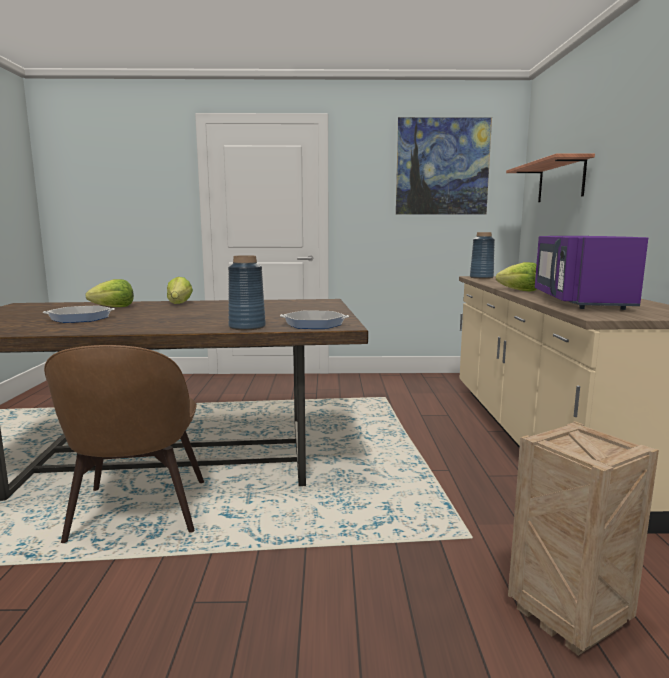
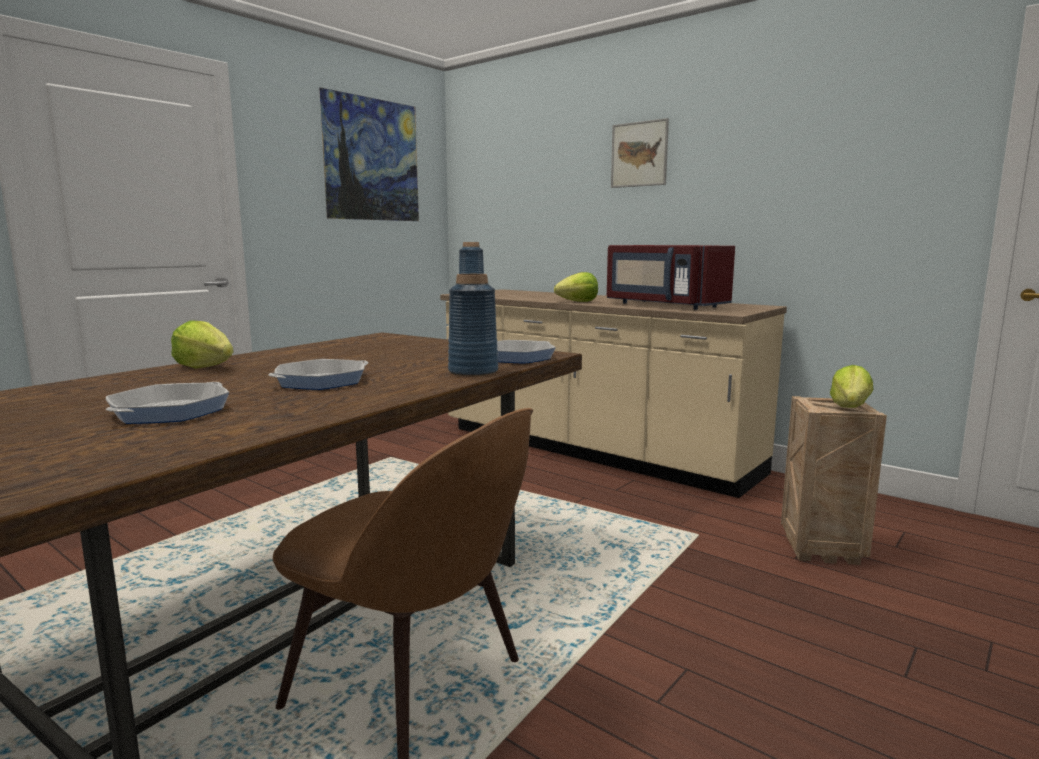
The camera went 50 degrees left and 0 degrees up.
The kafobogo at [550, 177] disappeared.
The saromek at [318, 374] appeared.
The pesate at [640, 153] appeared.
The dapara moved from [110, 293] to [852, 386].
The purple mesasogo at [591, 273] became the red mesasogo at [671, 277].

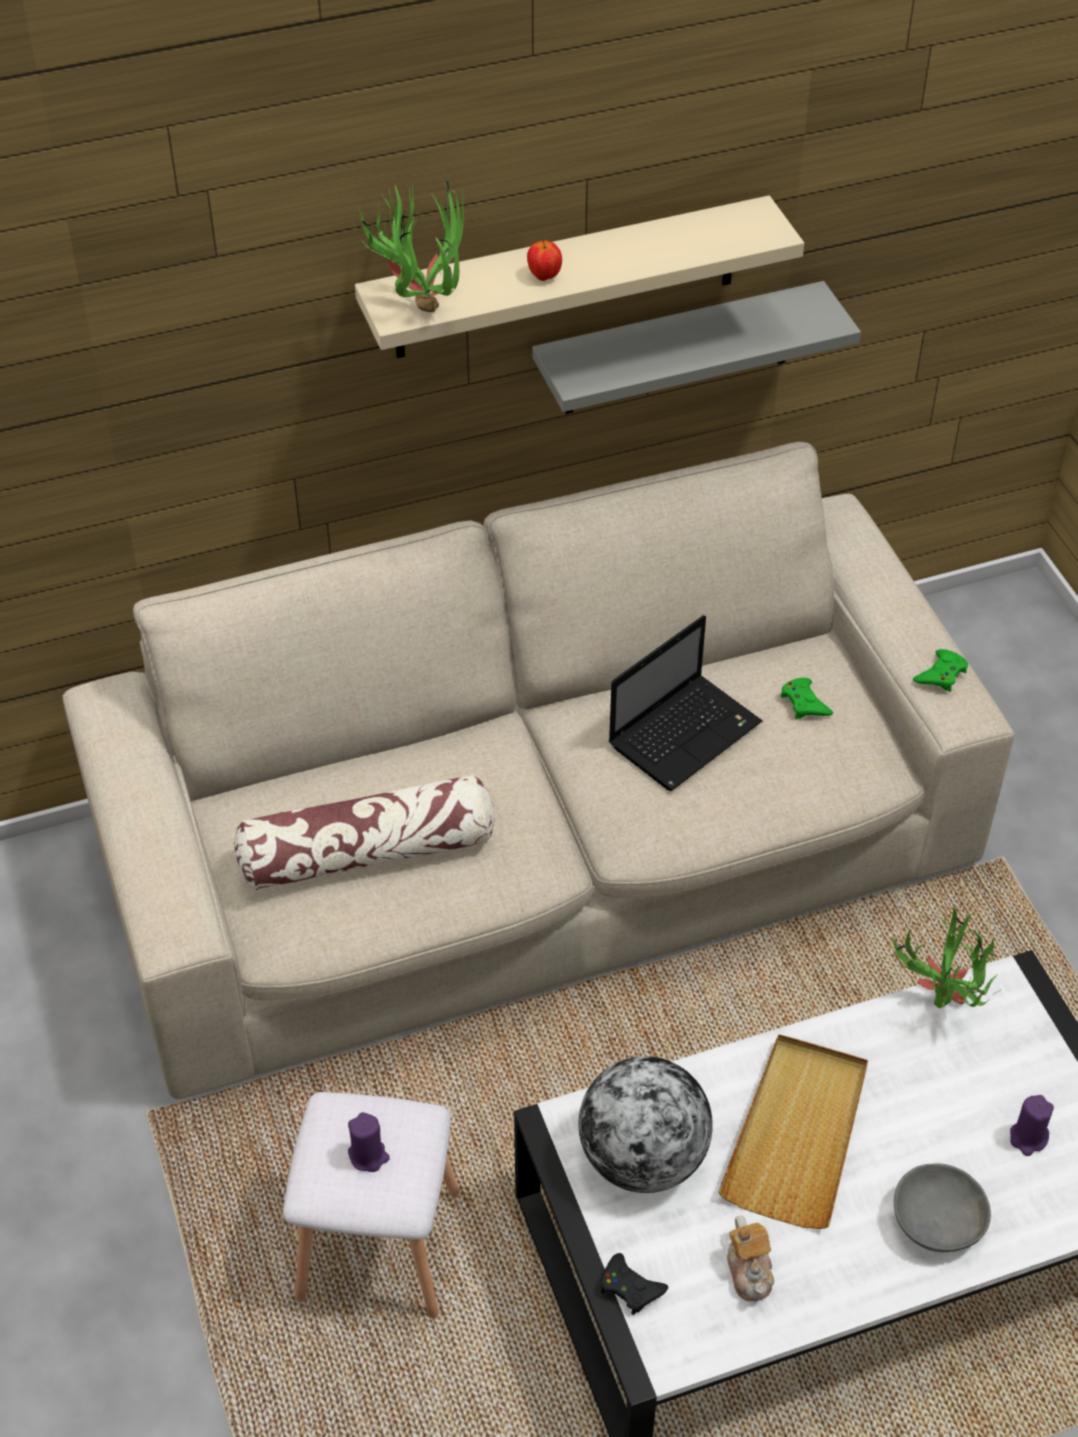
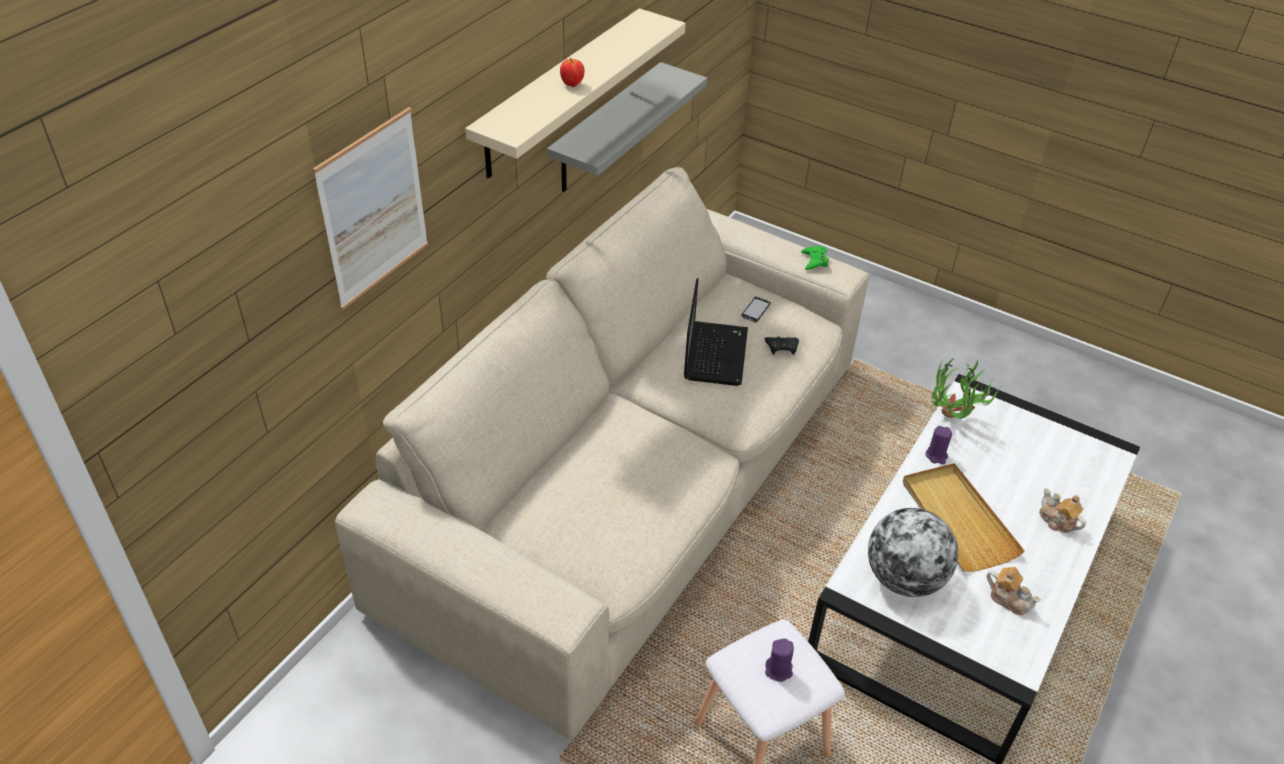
The camera went 40 degrees left and 5 degrees down.
The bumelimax at [364, 832] disappeared.
The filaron at [408, 246] disappeared.
The pesate at [370, 208] appeared.
The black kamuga moved from [634, 1284] to [782, 346].
The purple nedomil moved from [1032, 1125] to [939, 445].
The green kamuga at [807, 698] was replaced by the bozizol at [755, 309].
The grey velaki at [942, 1207] was replaced by the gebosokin at [1062, 510].

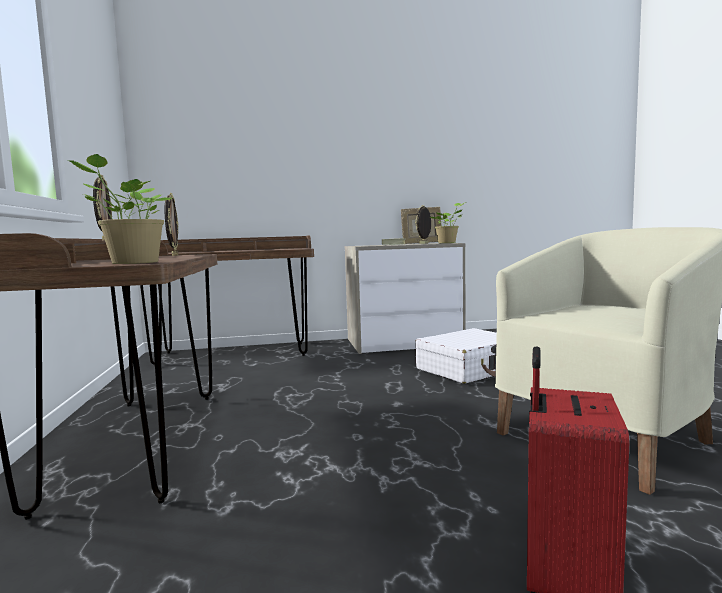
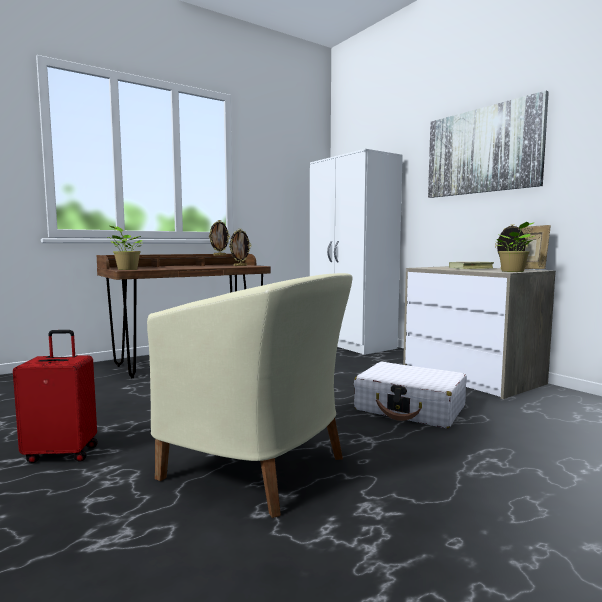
The camera went 65 degrees right and 0 degrees up.
The pesate at [488, 144] appeared.
The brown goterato at [227, 300] was replaced by the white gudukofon at [356, 252].

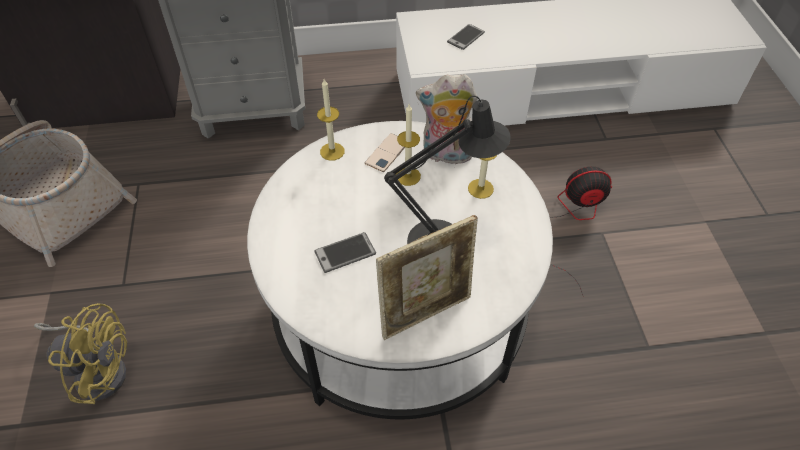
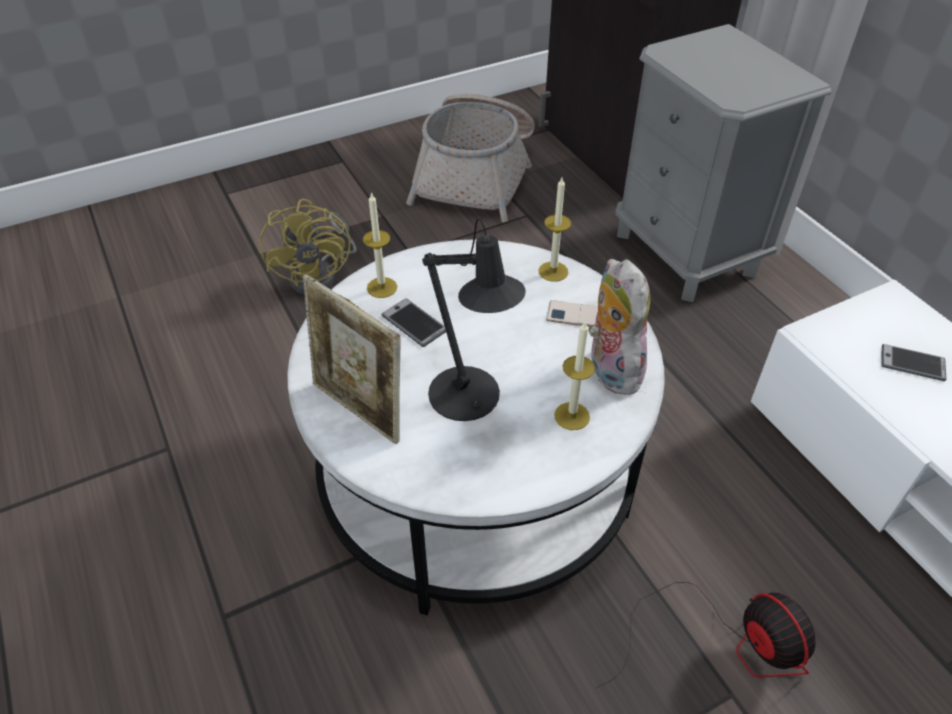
The camera went 70 degrees right and 5 degrees down.
The nedomil moved from [409, 145] to [380, 245].

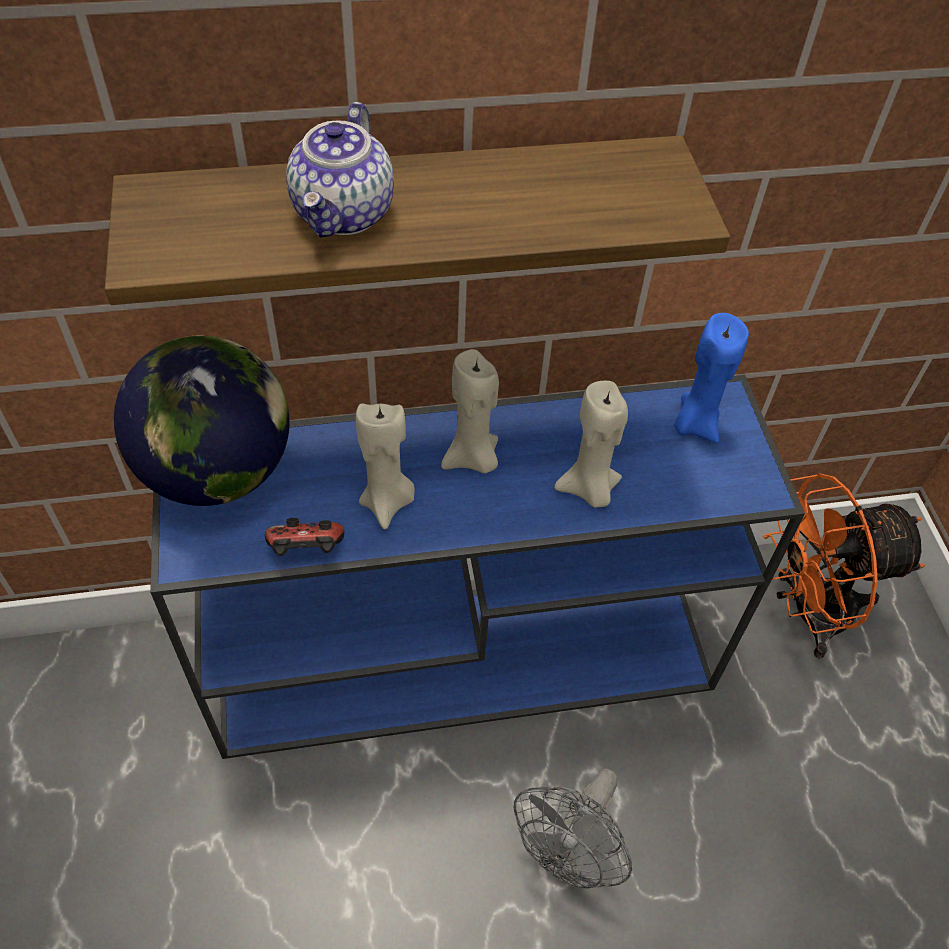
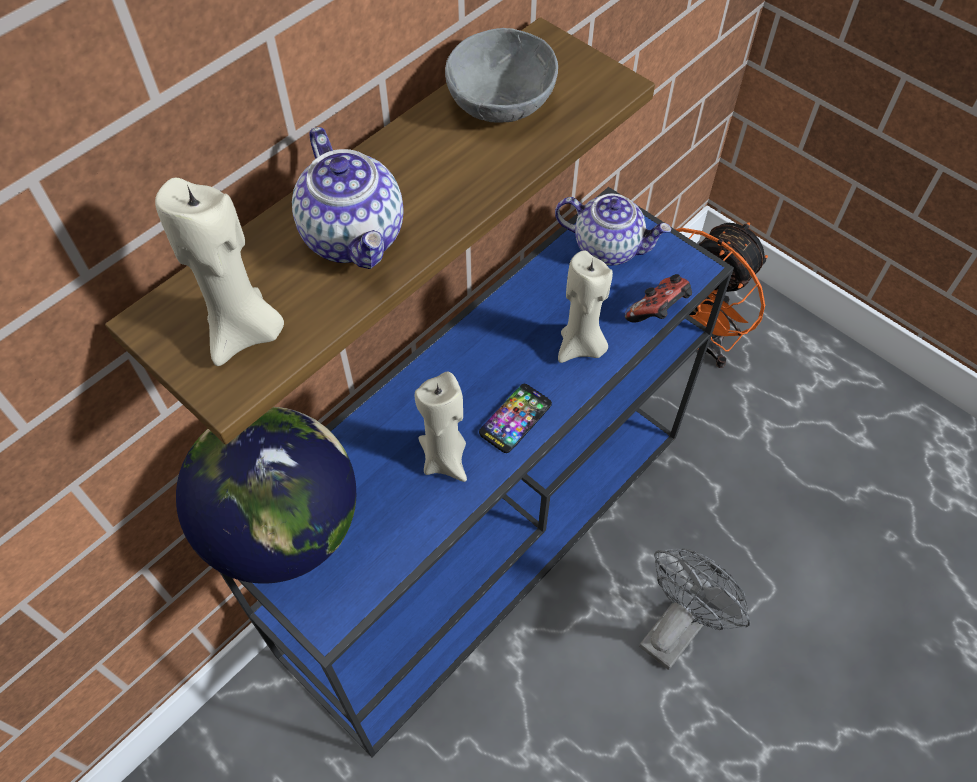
The camera went 35 degrees left and 5 degrees up.
The grey velaki at [501, 75] appeared.
The bozizol at [515, 418] appeared.
The kamuga moved from [304, 537] to [658, 298].
The beige nedomil moved from [470, 411] to [219, 272].
The blue nedomil at [711, 378] was replaced by the gebosokin at [613, 229].
The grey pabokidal at [573, 828] turned 135 degrees counterclockwise.

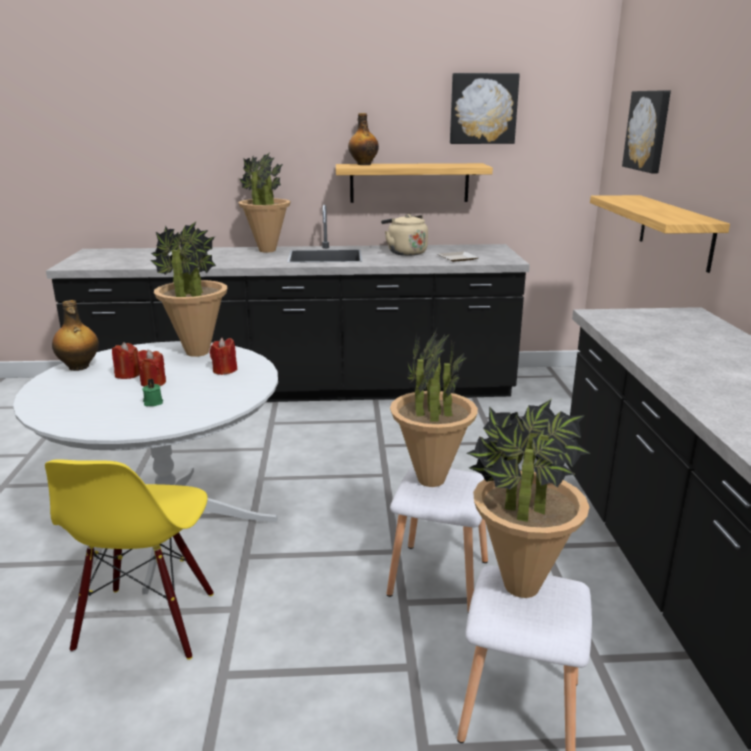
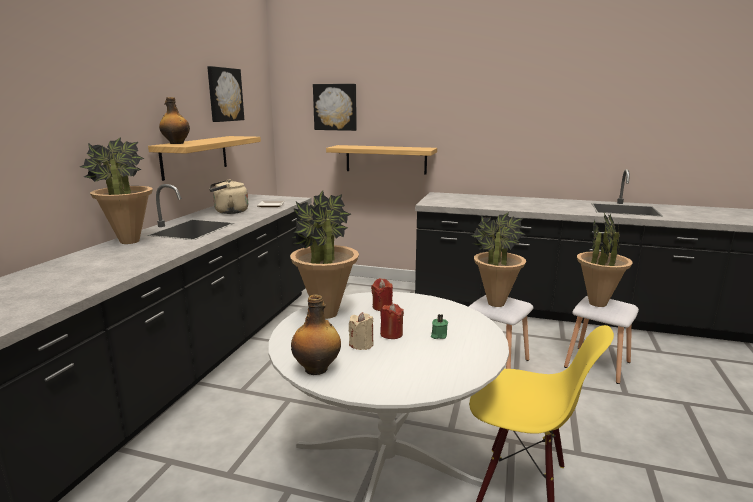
The camera went 70 degrees left and 5 degrees down.
The red nedomil at [126, 360] became the beige nedomil at [361, 331].

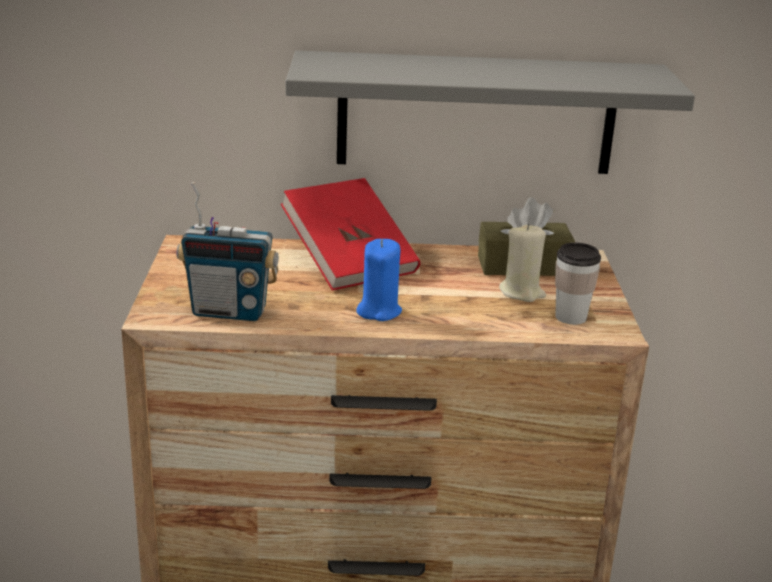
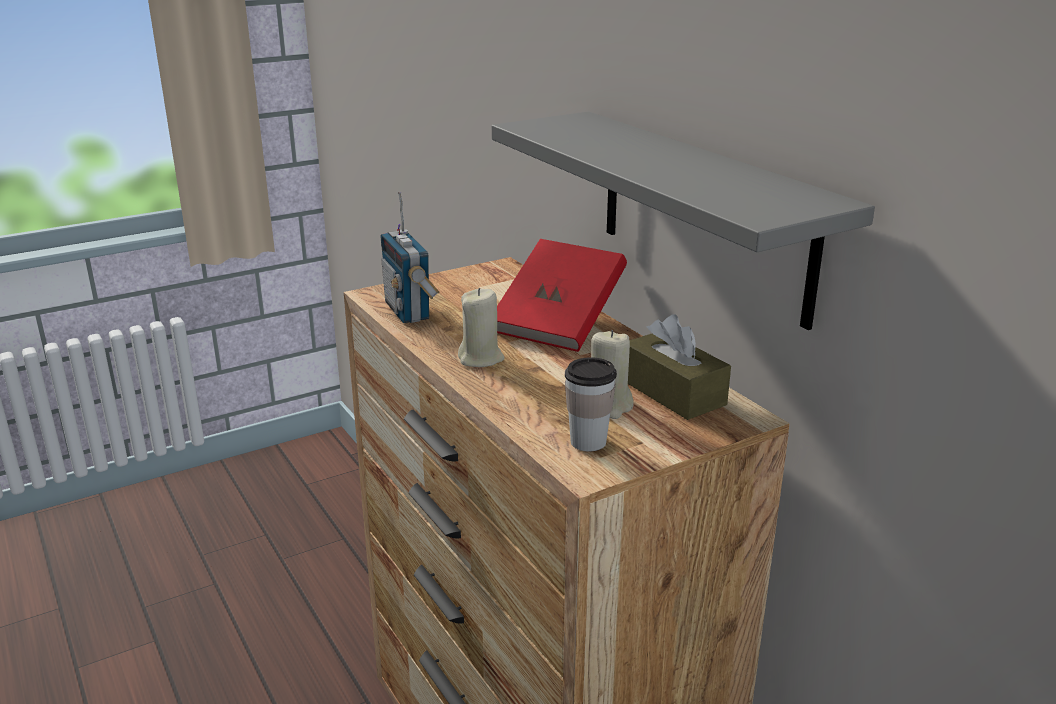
The camera went 60 degrees right and 0 degrees up.
The blue nedomil at [379, 280] became the beige nedomil at [481, 327].

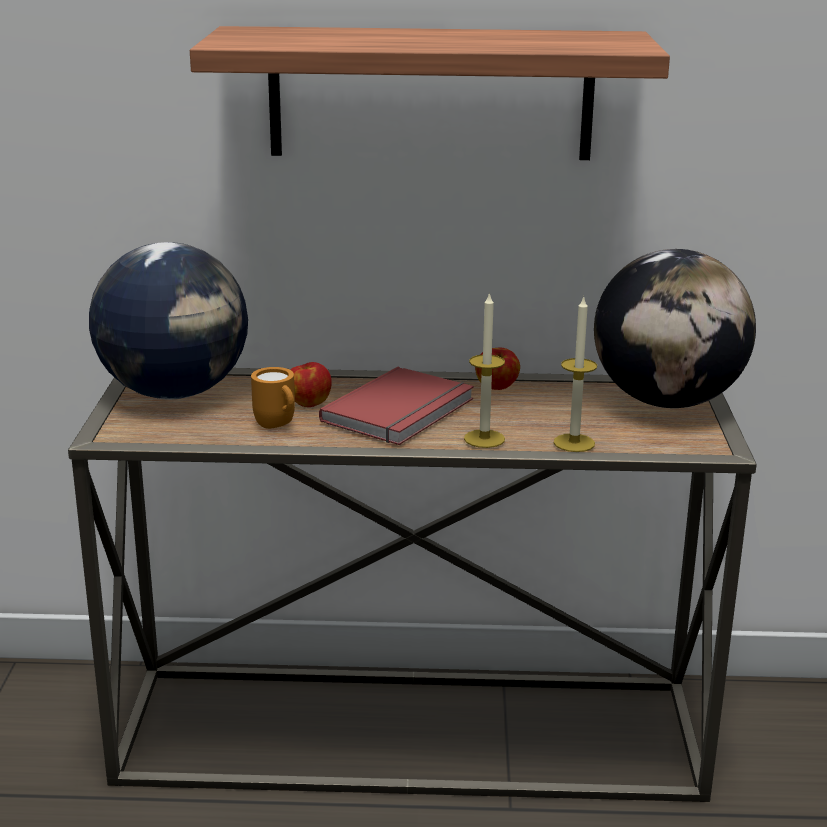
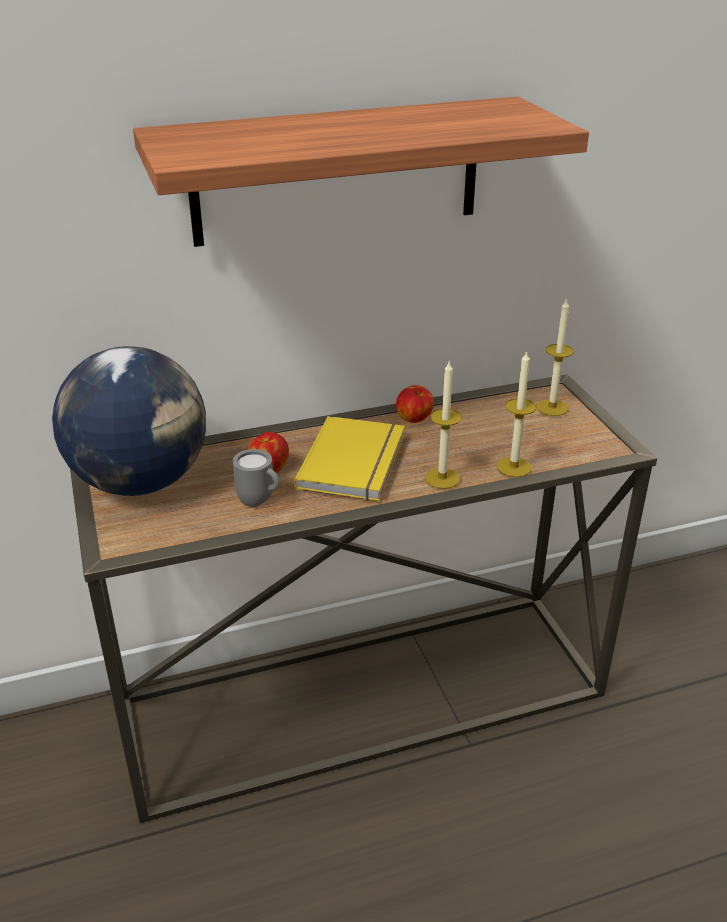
The camera went 20 degrees left and 10 degrees up.
The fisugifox at [675, 328] was replaced by the nedomil at [555, 357].
The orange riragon at [273, 398] became the grey riragon at [256, 478].
The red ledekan at [396, 406] became the yellow ledekan at [349, 458].

